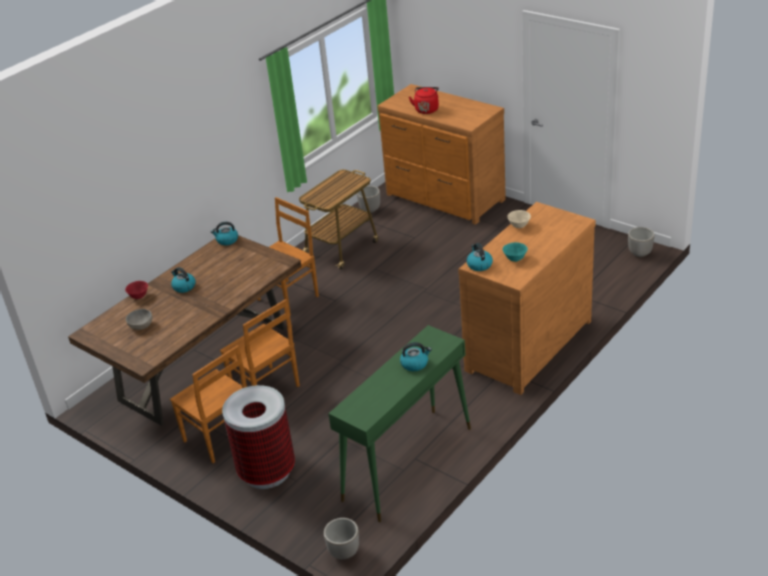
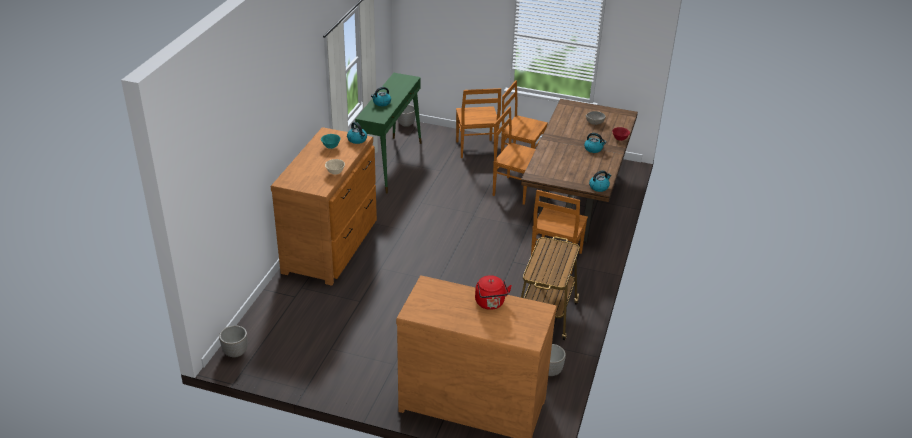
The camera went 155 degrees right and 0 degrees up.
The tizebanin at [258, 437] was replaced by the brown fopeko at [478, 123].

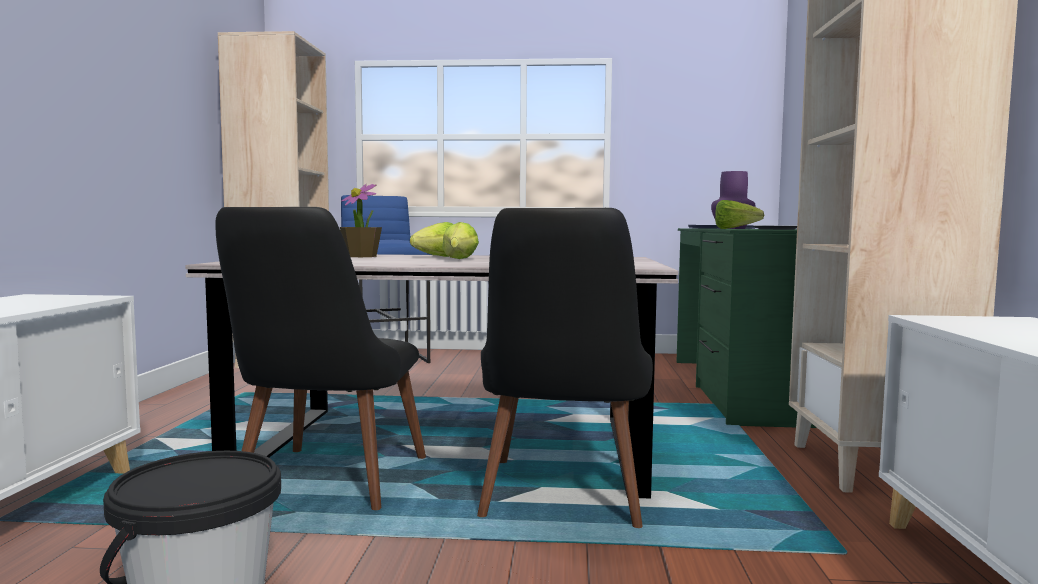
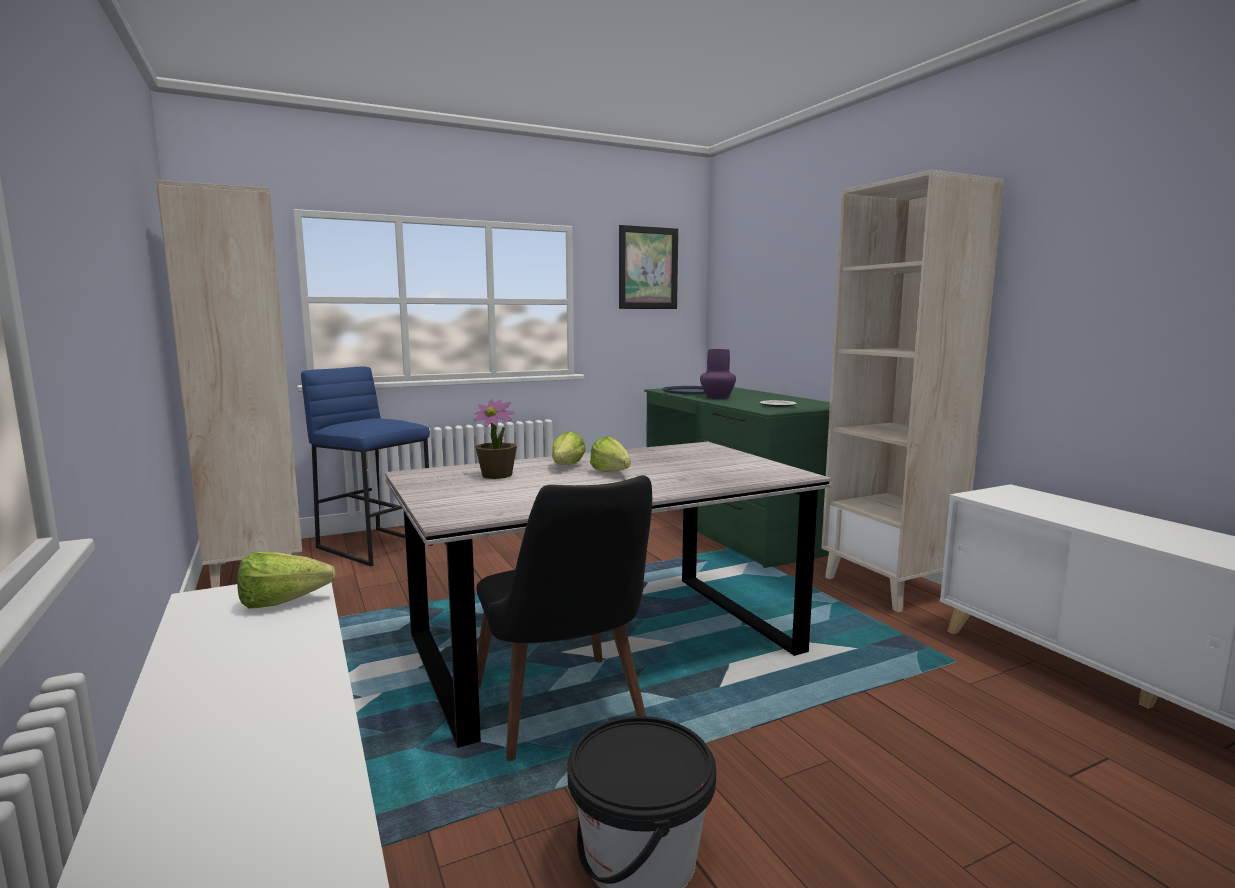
The camera went 30 degrees left and 5 degrees up.
The black fopeko at [565, 368] disappeared.
The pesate at [648, 267] appeared.
The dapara moved from [739, 214] to [286, 579].

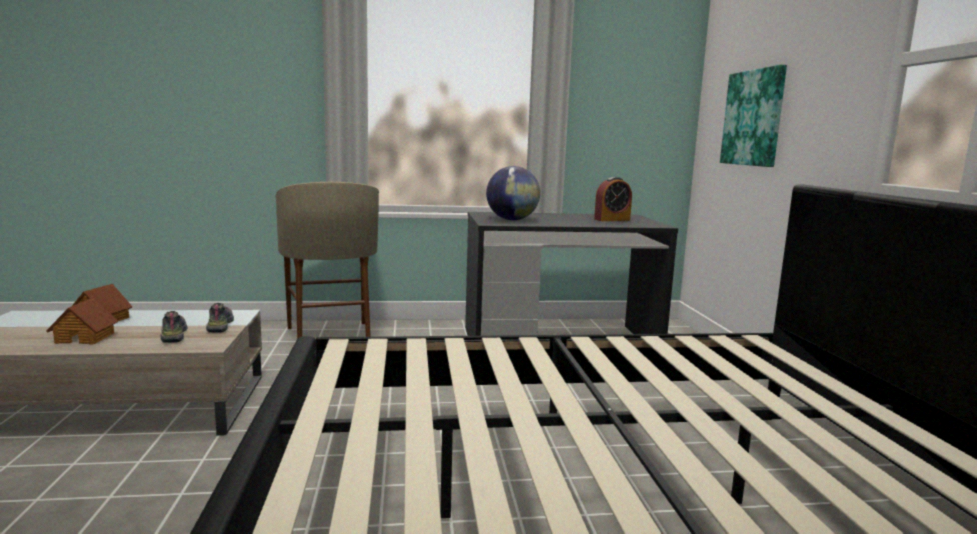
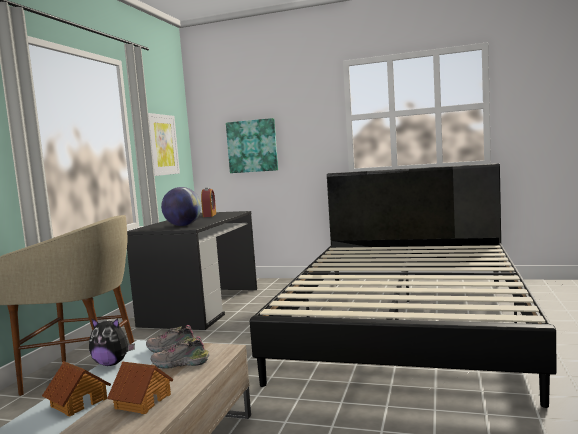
The camera went 65 degrees left and 5 degrees down.
The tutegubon at [112, 342] appeared.
The pesate at [164, 144] appeared.

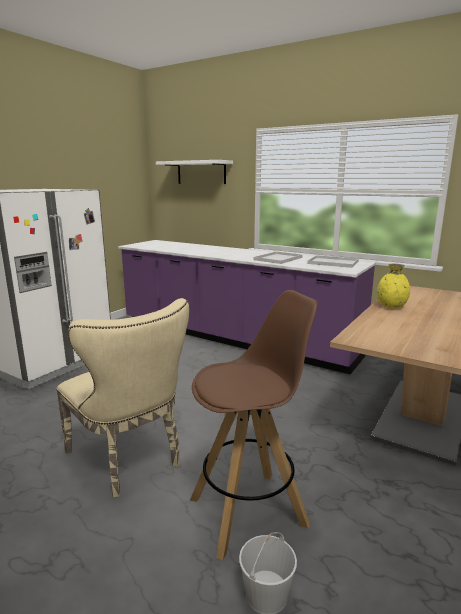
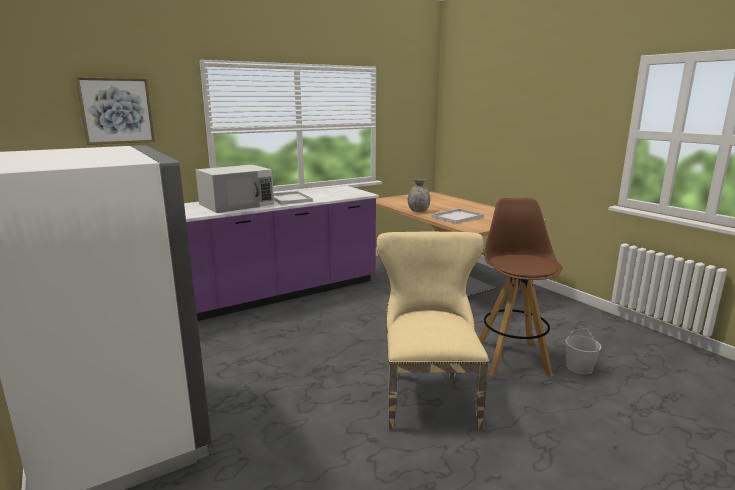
The camera went 65 degrees left and 0 degrees up.
The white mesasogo at [235, 189] appeared.
The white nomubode moved from [333, 261] to [457, 216].
The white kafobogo at [194, 172] was replaced by the pesate at [115, 111].
The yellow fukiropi at [393, 286] became the grey fukiropi at [419, 195].
The beige fopeko at [122, 397] turned 75 degrees counterclockwise.

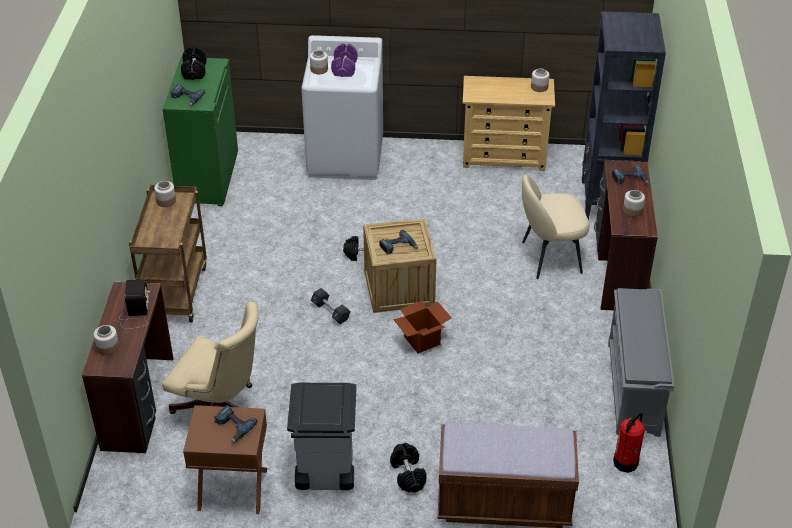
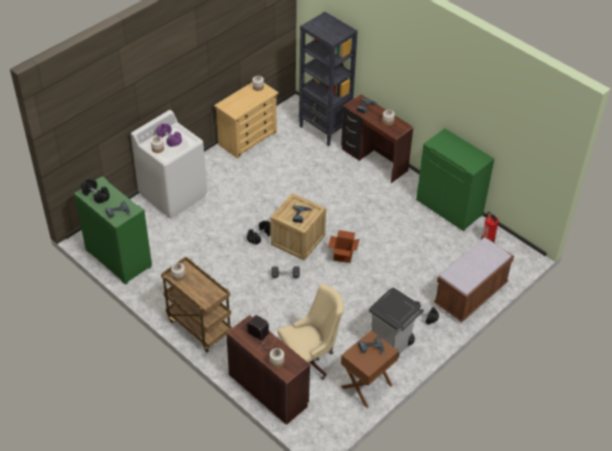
The camera went 50 degrees left and 5 degrees up.
The beige fopeko at [555, 226] disappeared.
The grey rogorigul at [641, 362] was replaced by the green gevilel at [455, 179].

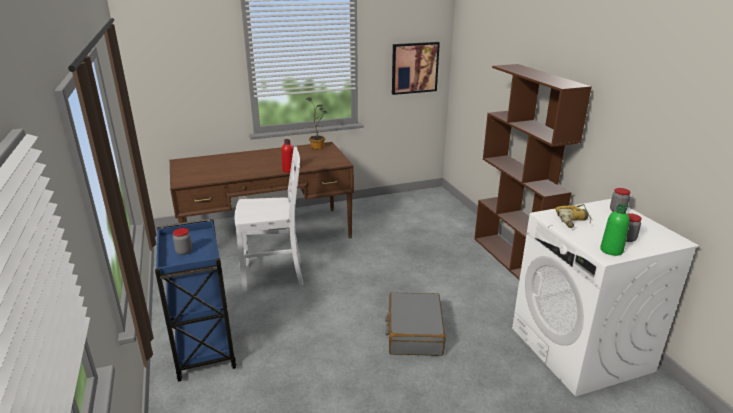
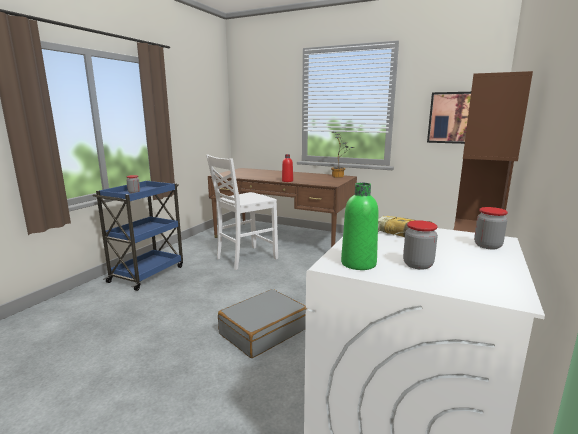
The camera went 45 degrees right and 10 degrees down.
The white fopeko at [269, 219] turned 105 degrees clockwise.

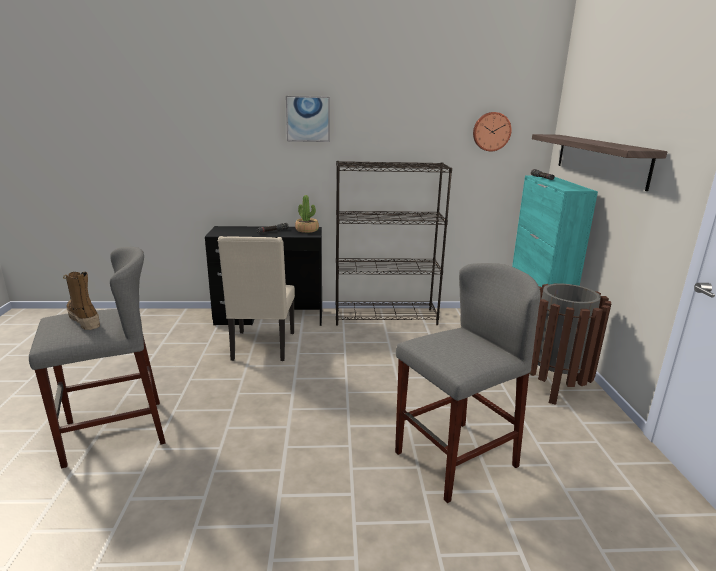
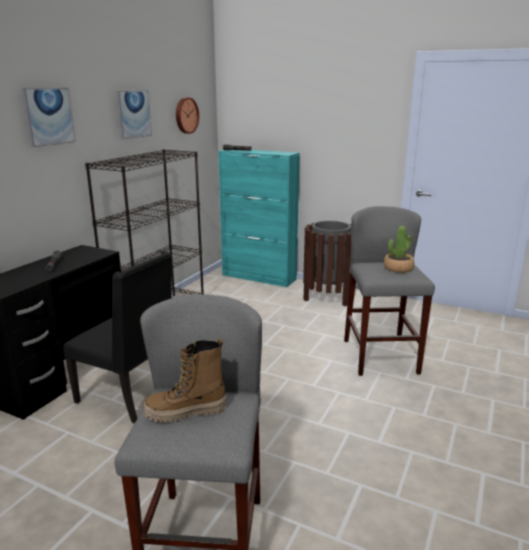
The camera went 60 degrees left and 0 degrees up.
The kafobogo at [600, 162] disappeared.
The pesate at [134, 114] appeared.
The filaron moved from [307, 214] to [399, 249].
The beige fopeko at [256, 298] became the black fopeko at [117, 337].

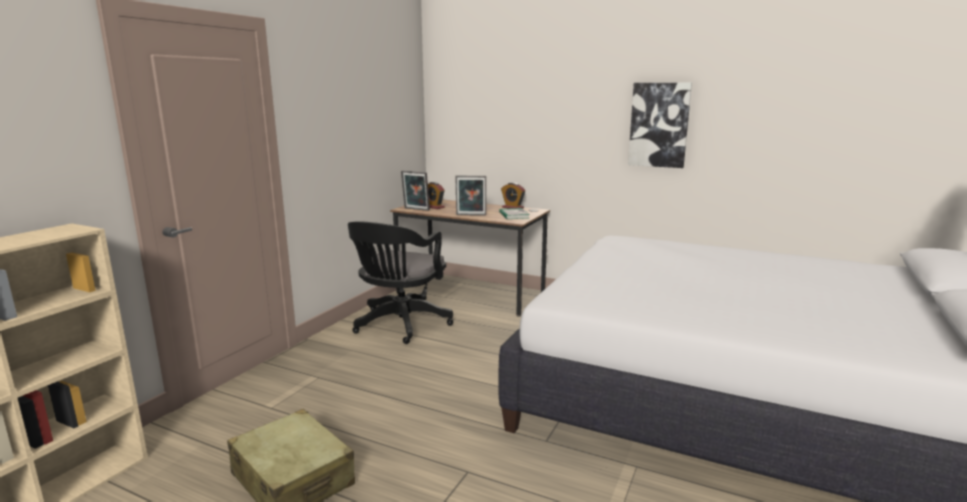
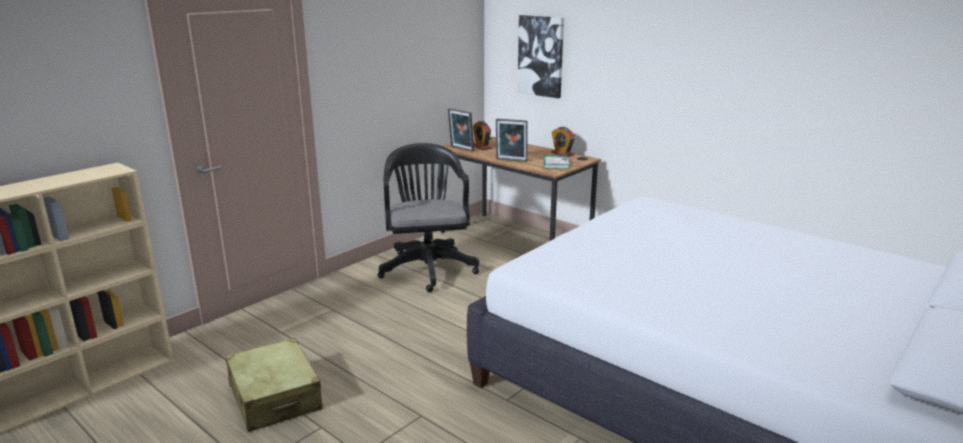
The camera went 15 degrees right and 5 degrees up.
The pesate moved from [660, 125] to [540, 56].
The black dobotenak at [400, 282] turned 135 degrees clockwise.

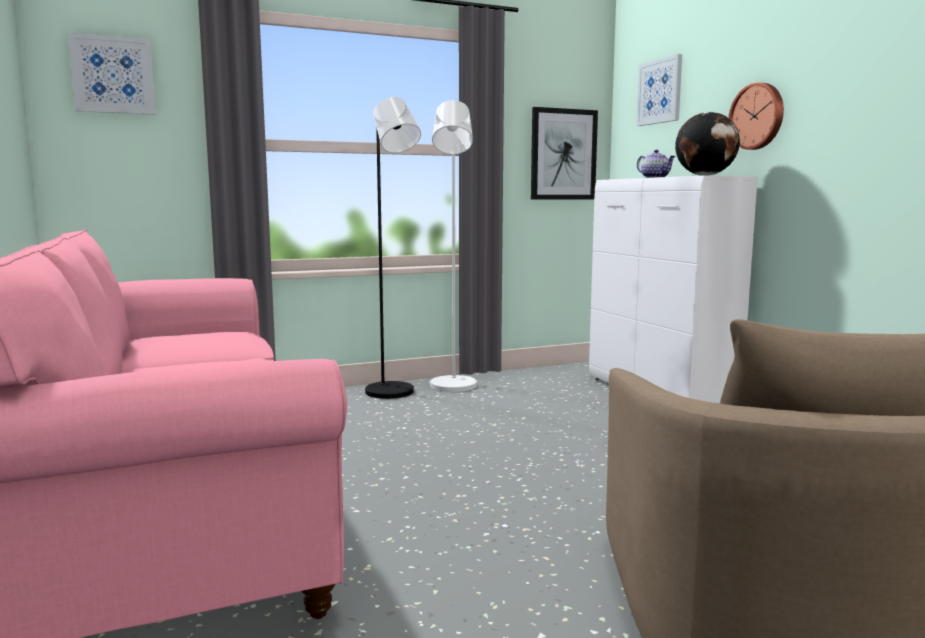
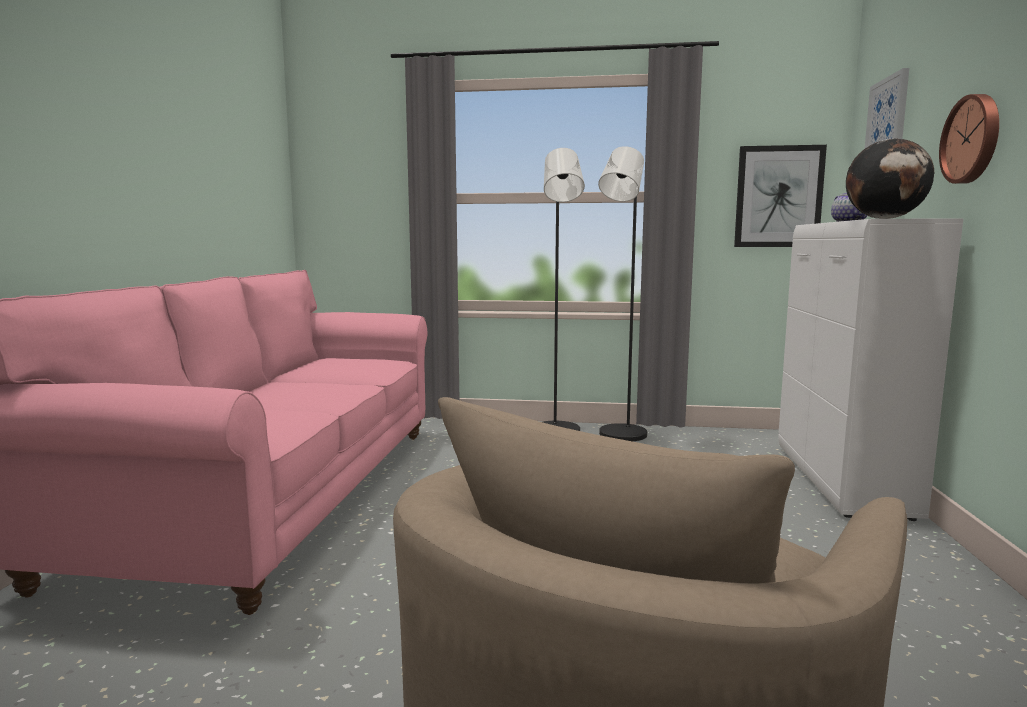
The camera went 30 degrees right and 0 degrees up.
The pesate at [112, 74] disappeared.
The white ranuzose at [453, 246] became the black ranuzose at [622, 293].

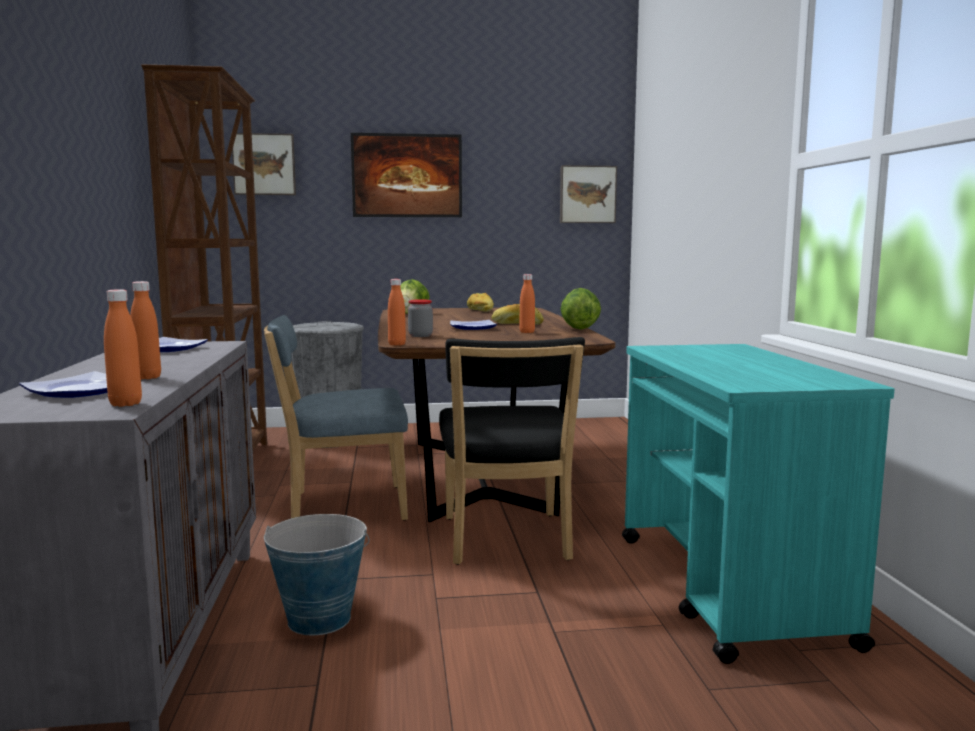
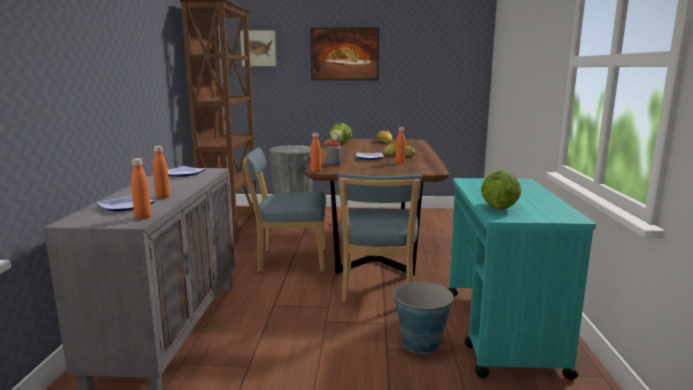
The camera went 10 degrees right and 5 degrees up.
The pesate at [588, 194] disappeared.
The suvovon moved from [317, 574] to [423, 318].
The dapara moved from [581, 309] to [501, 190].
The black fopeko at [512, 451] became the blue fopeko at [379, 237].

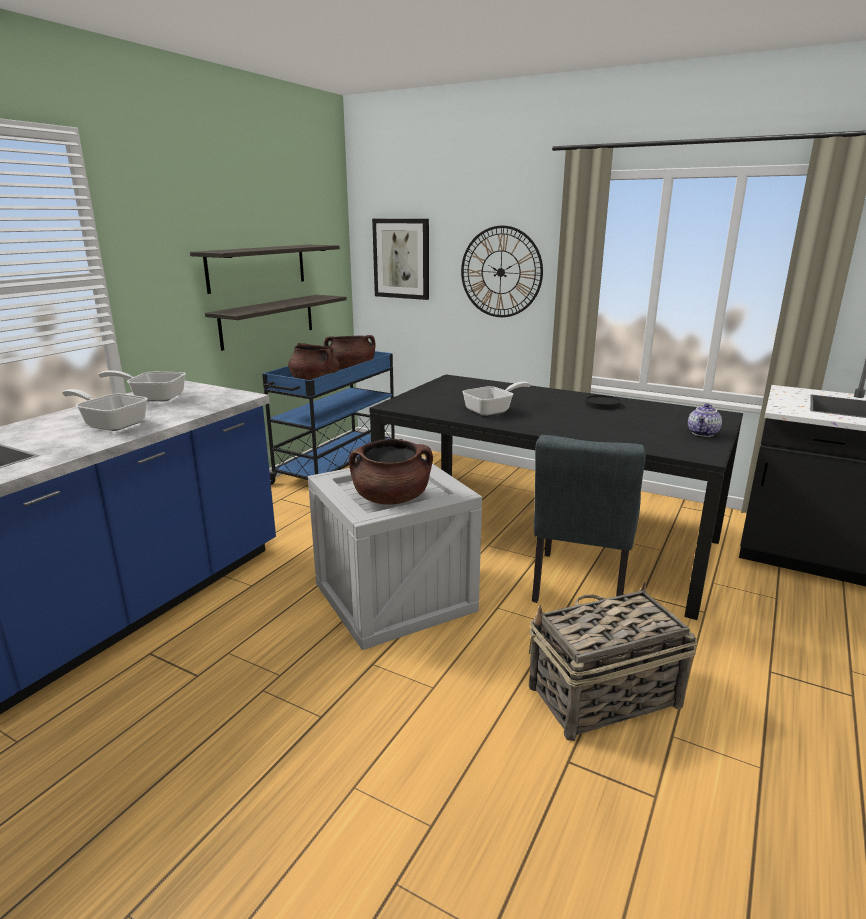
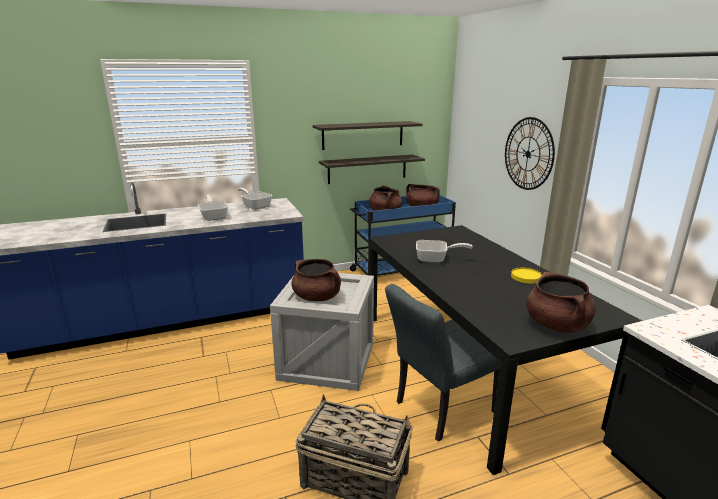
The camera went 40 degrees right and 0 degrees up.
The pesate at [400, 259] disappeared.
The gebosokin at [705, 420] was replaced by the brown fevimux at [561, 302].
The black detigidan at [603, 402] became the yellow detigidan at [526, 276].

